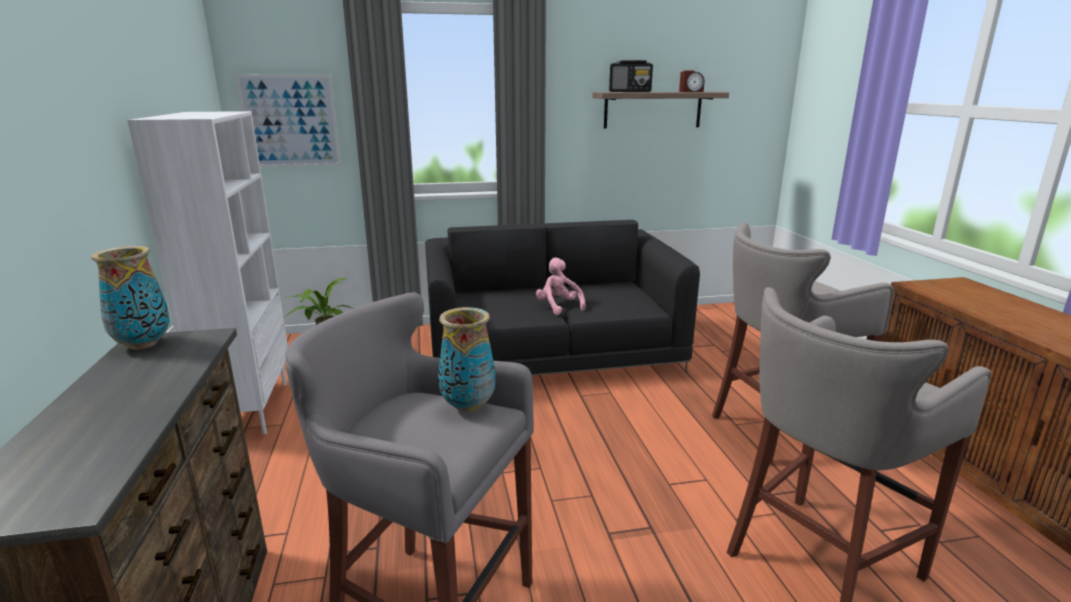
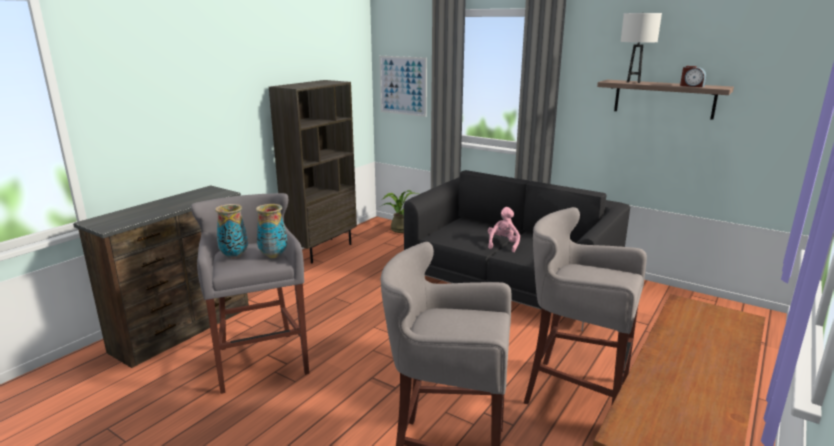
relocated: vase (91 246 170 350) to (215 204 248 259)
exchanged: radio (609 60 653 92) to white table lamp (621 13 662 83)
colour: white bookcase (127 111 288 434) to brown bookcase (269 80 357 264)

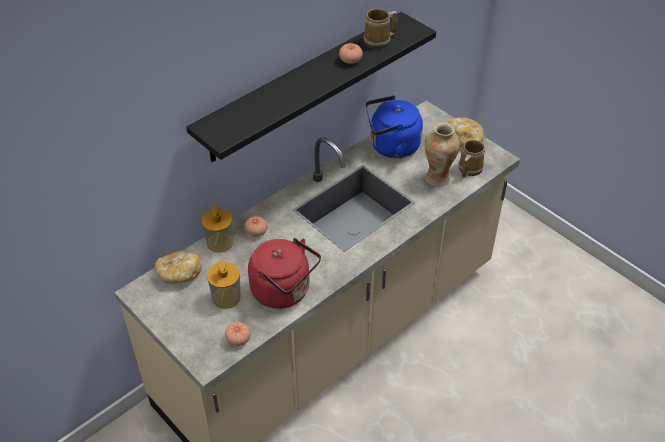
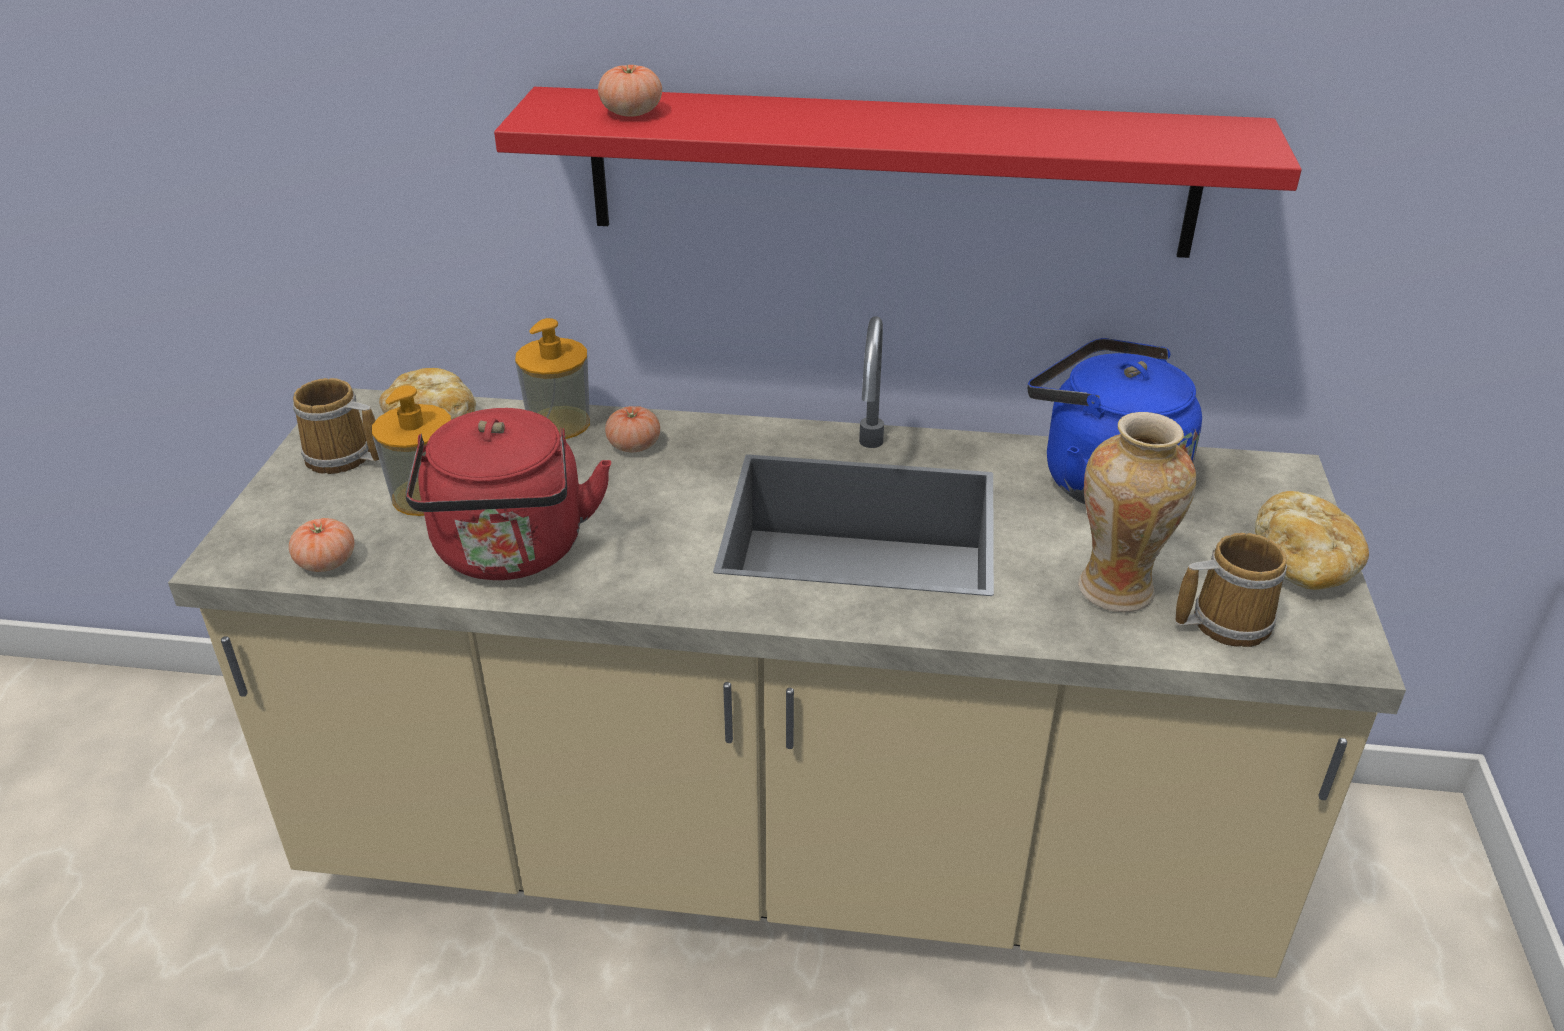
relocated: mug (364 8 397 49) to (293 378 380 474); tomato (339 43 363 64) to (598 65 662 117)
colour: black shelf (187 12 436 162) to red shelf (494 87 1302 258)

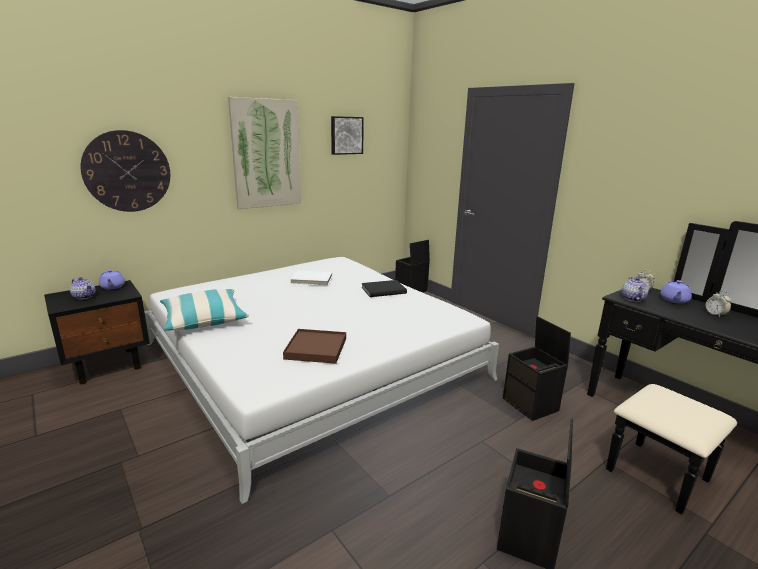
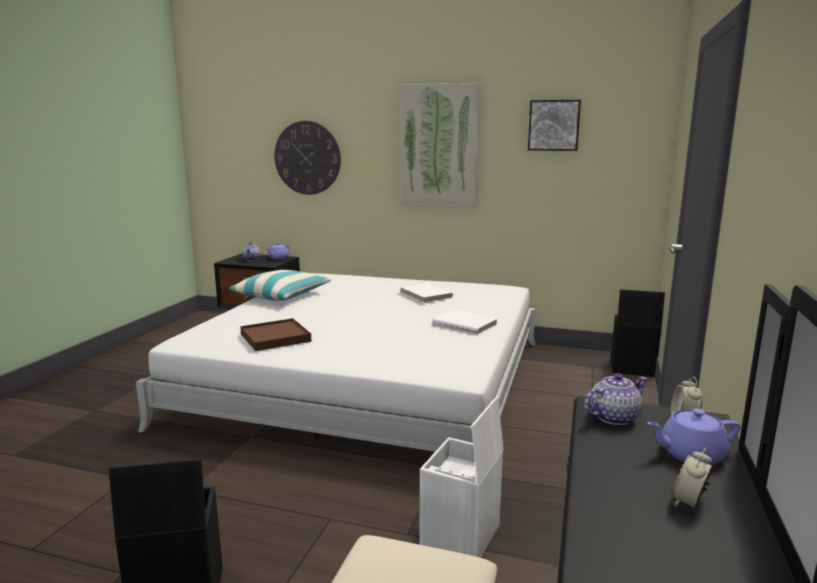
colour: black book (362 280 407 297) to white book (432 310 497 335); black storage box (503 316 571 421) to white storage box (419 396 503 558)

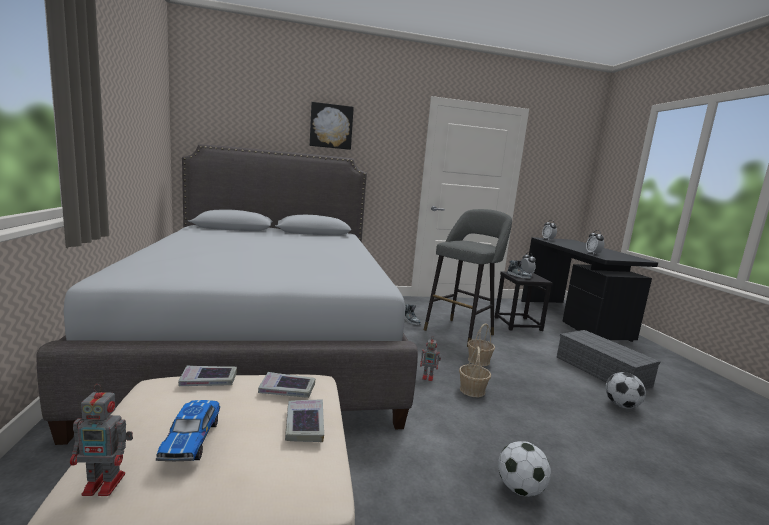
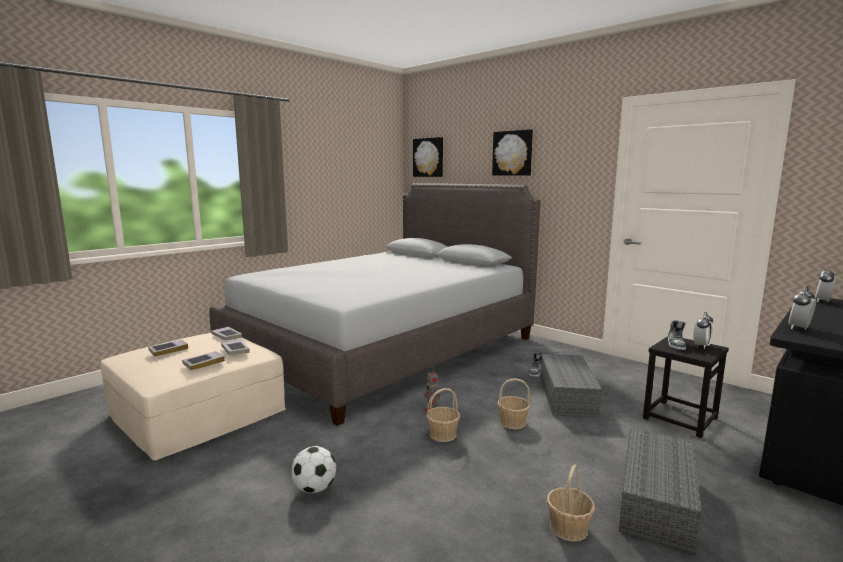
missing: toy robot (70 384 133 496)
appeared: picture (413 137 443 177)
exchanged: grey stool (424 209 512 347) to grey storage box (540 354 602 418); football (605 372 646 409) to basket (547 464 595 542); toy car (156 400 220 461) to book (148 339 188 357)

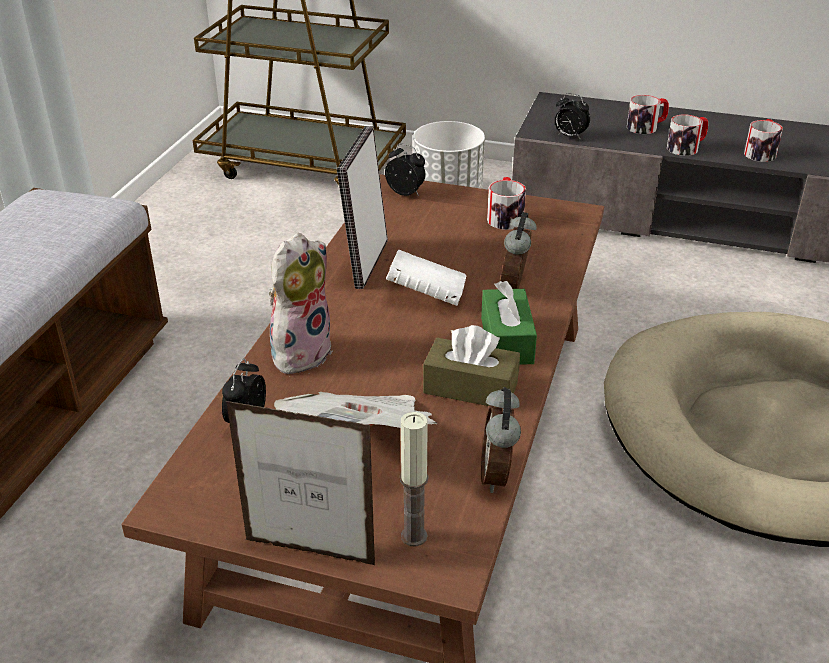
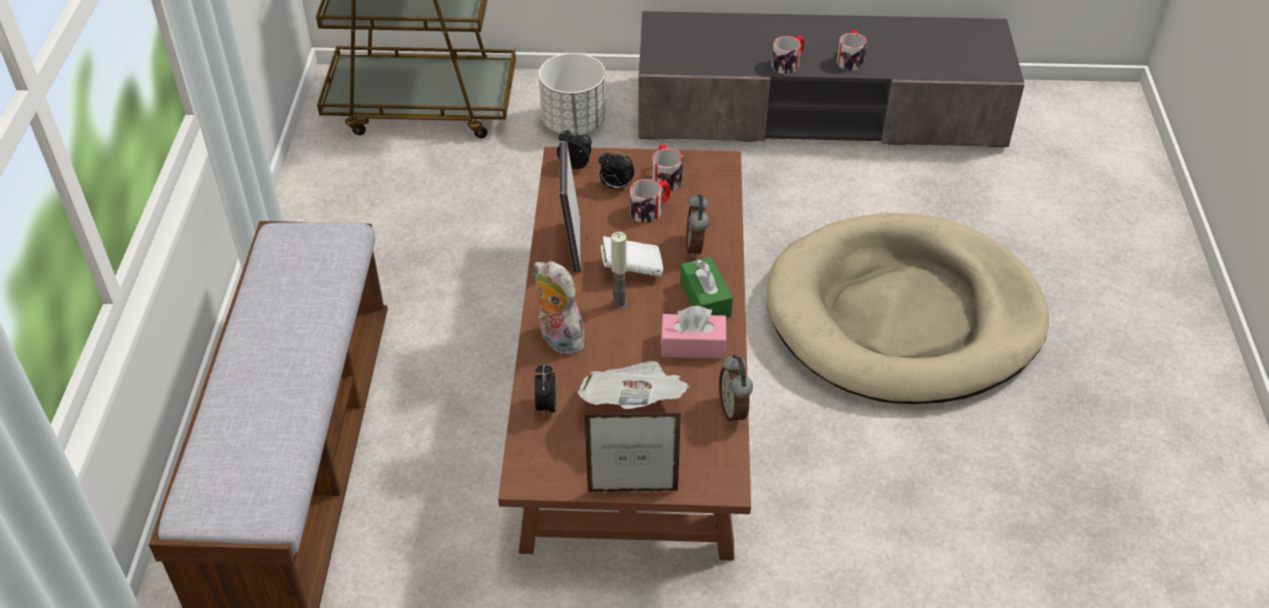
relocated: alarm clock (555 93 590 139) to (599 151 635 190); mug (627 95 669 134) to (630 179 670 223); candle (400 412 429 546) to (611 232 628 309)
colour: brown tissue box (423 325 520 406) to pink tissue box (661 306 727 359)
spun: plush toy (269 233 333 377) = (534 261 586 355) 60 degrees counterclockwise

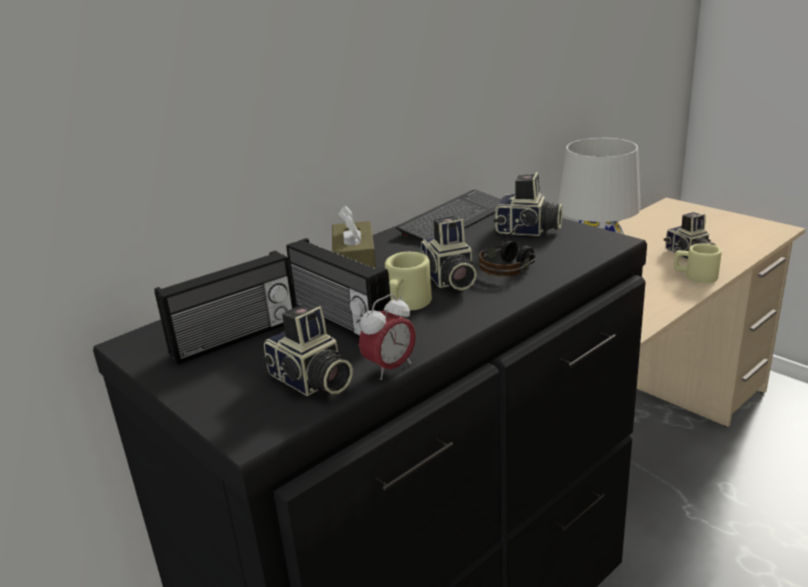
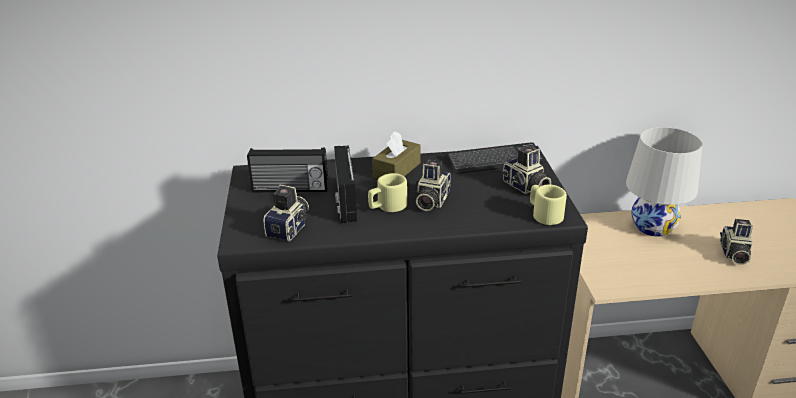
missing: headphones (479 224 535 277); alarm clock (359 294 416 380)
relocated: beige mug (674 243 722 283) to (530 185 567 225)
spun: photo camera (262 304 353 396) = (263 185 309 241) 150 degrees counterclockwise

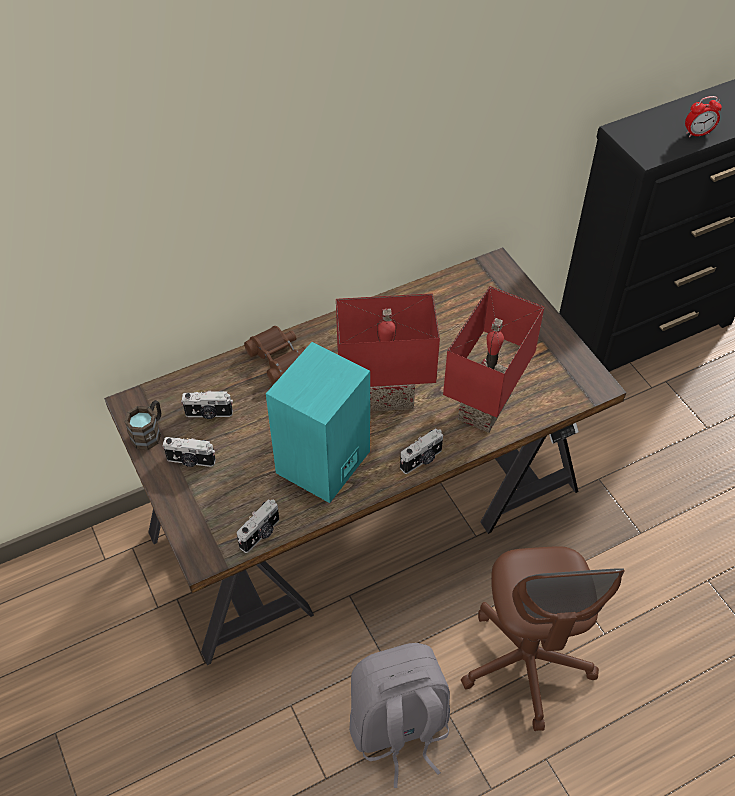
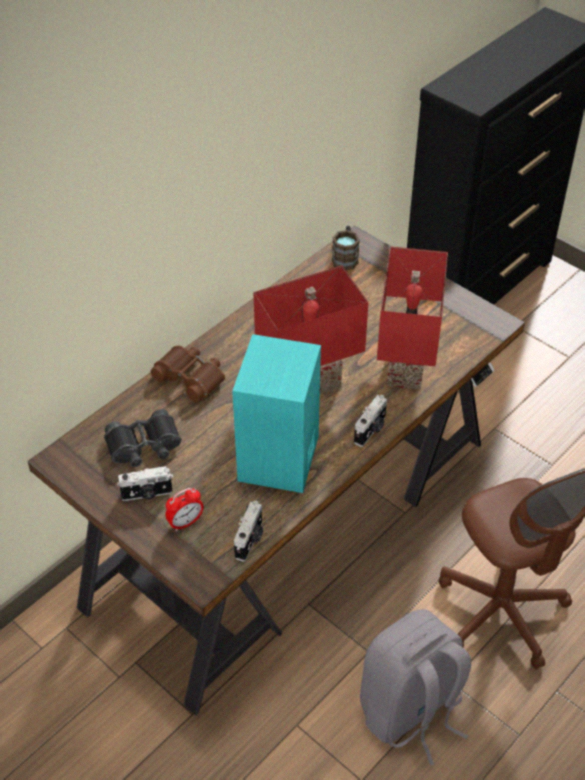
relocated: alarm clock (685 96 722 137) to (165 488 204 531); brown mug (124 400 161 450) to (332 226 360 270)
exchanged: photo camera (181 391 233 419) to black binoculars (104 409 182 467)

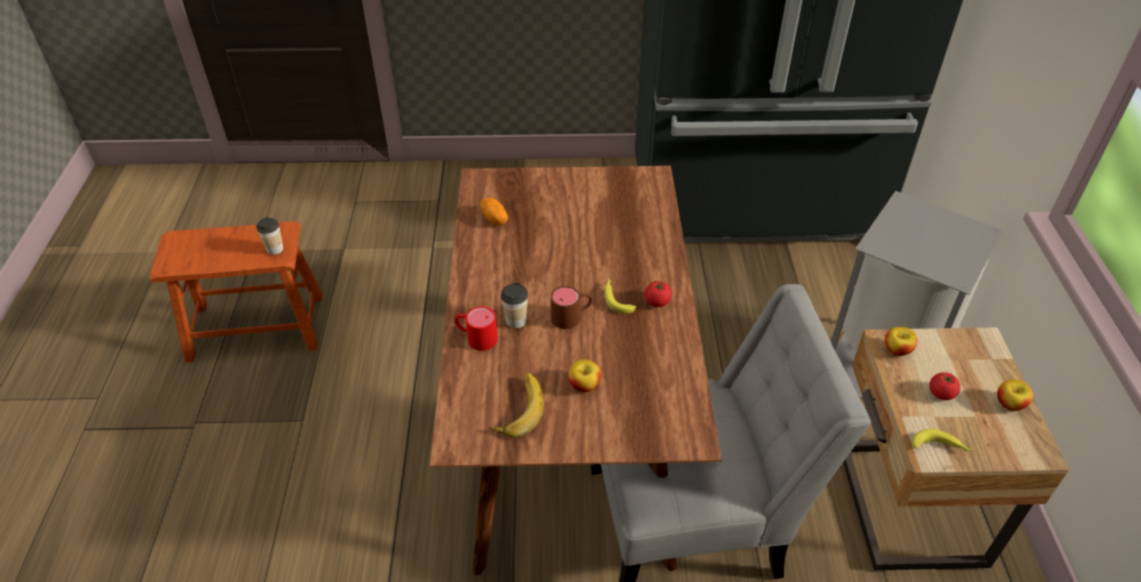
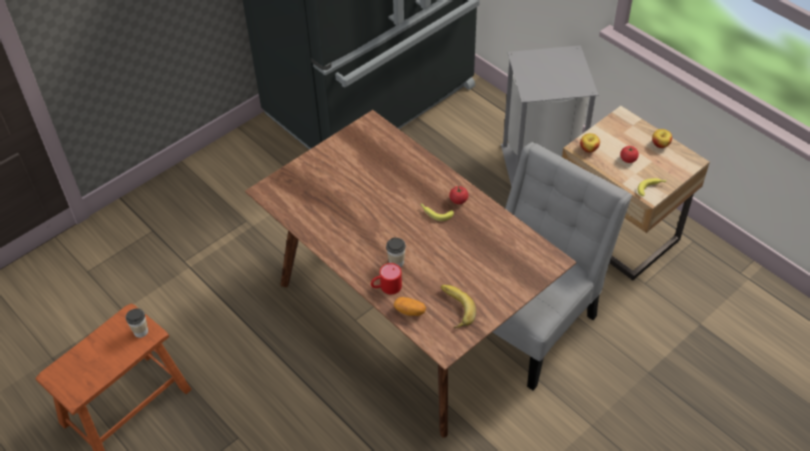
missing: brown mug (551 286 593 329); apple (568 359 601 392)
relocated: potato (480 198 508 225) to (394 297 426 316)

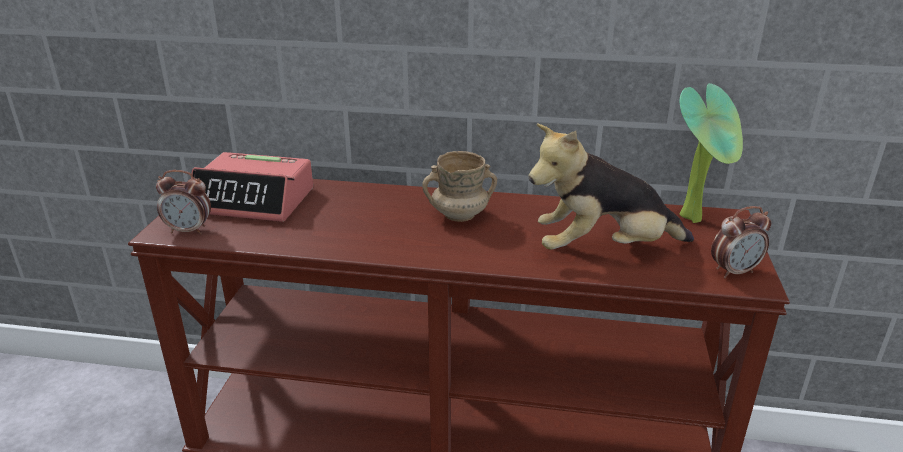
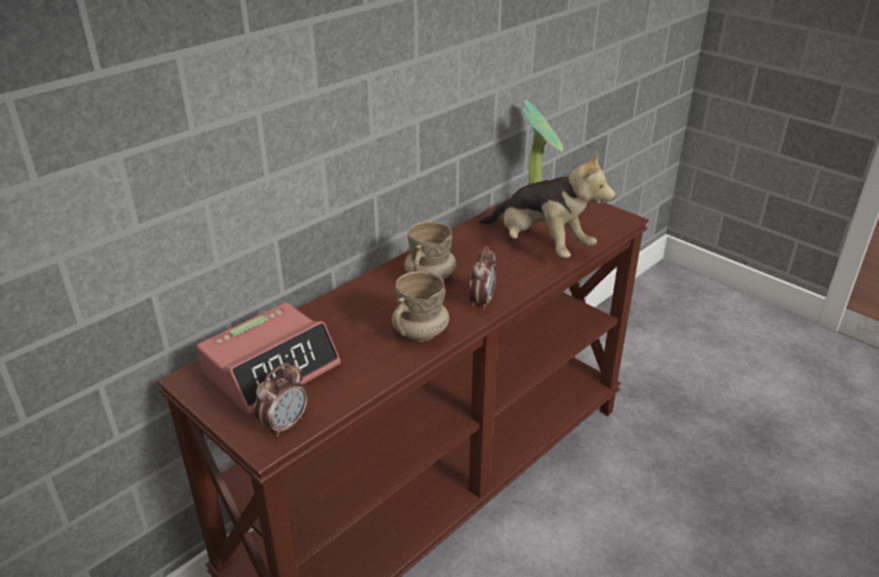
appeared: beige mug (392 271 449 342)
relocated: alarm clock (711 206 771 278) to (469 246 496 310)
spun: plush toy (529 123 694 250) = (478 150 615 258) 75 degrees counterclockwise

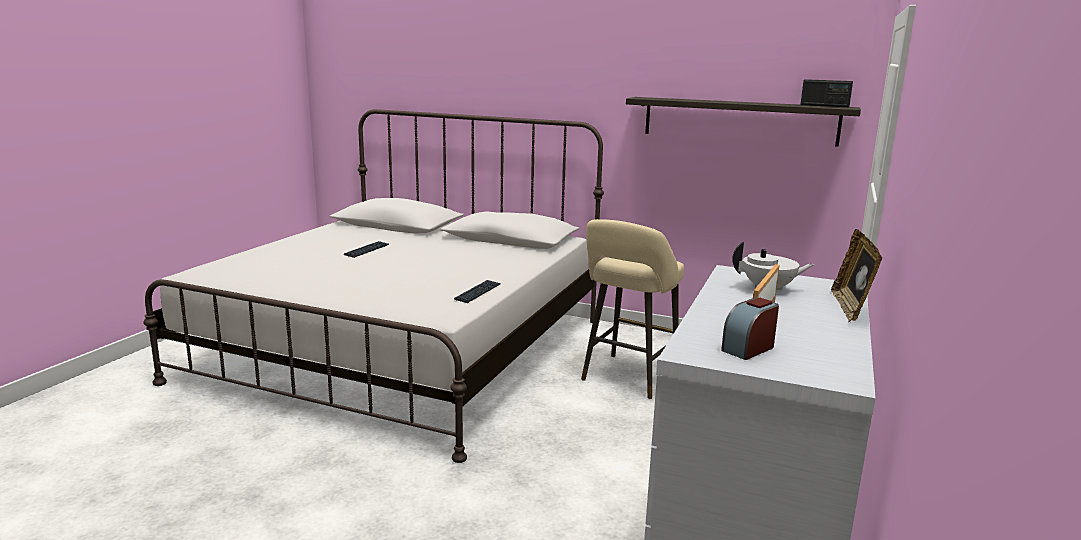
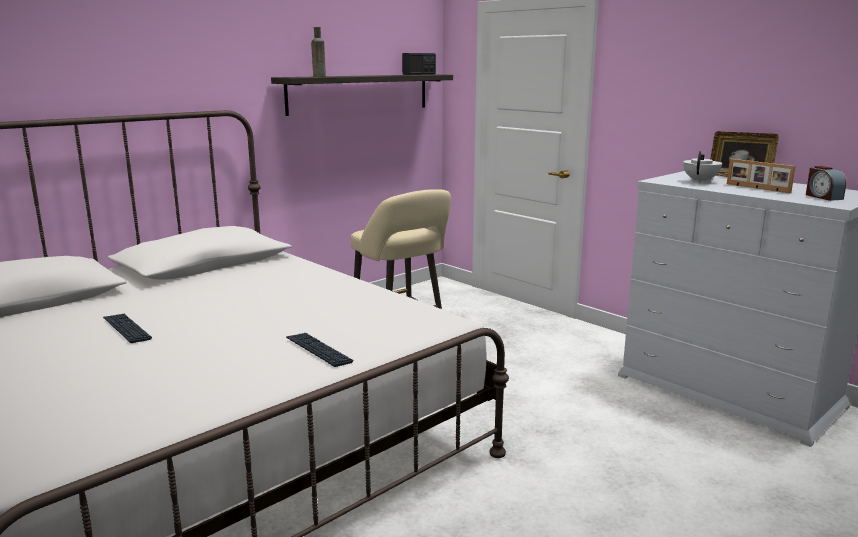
appeared: brown bottle (311 27 326 77)
relocated: keyboard (454 280 501 303) to (286 333 354 367)

